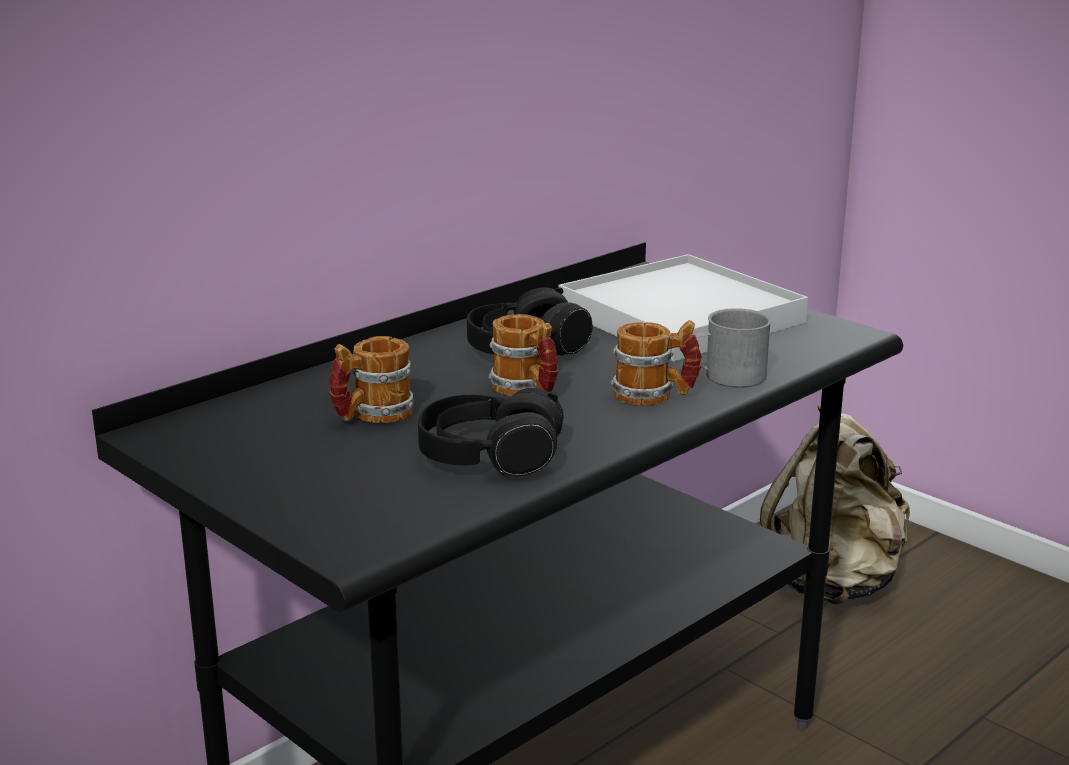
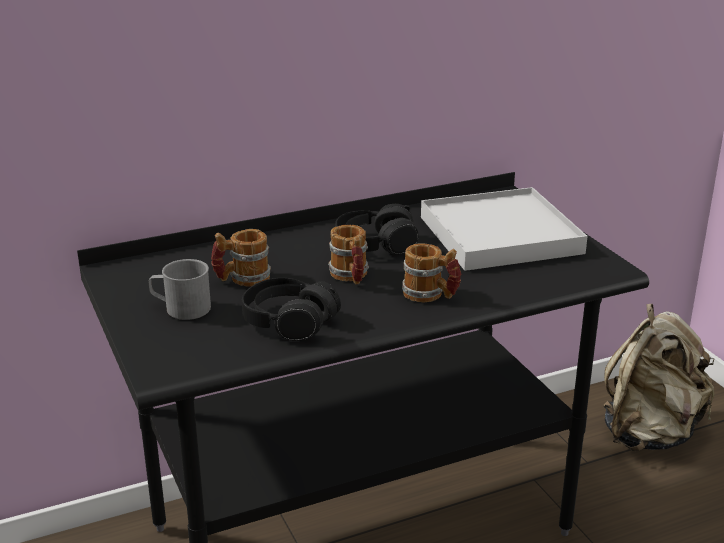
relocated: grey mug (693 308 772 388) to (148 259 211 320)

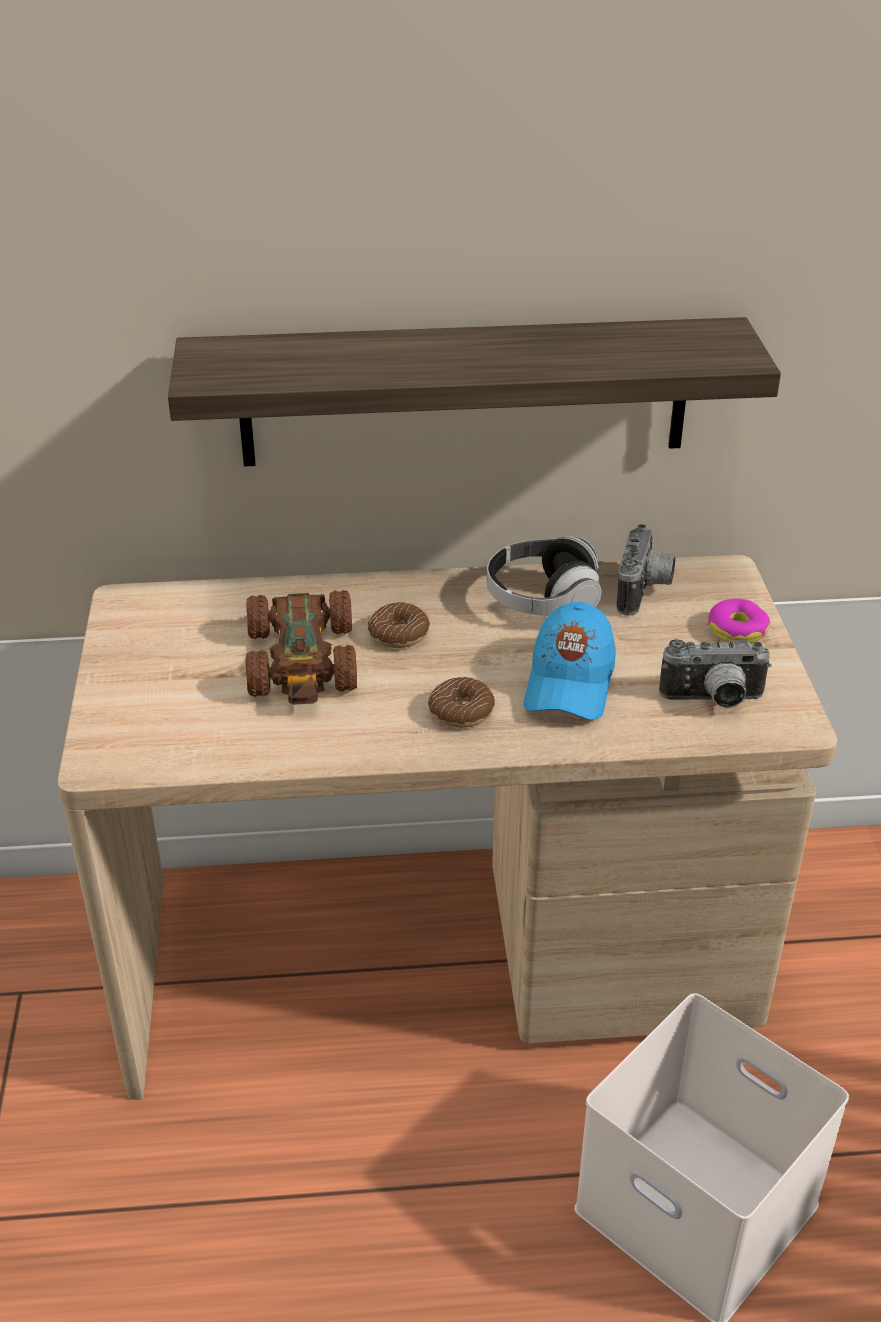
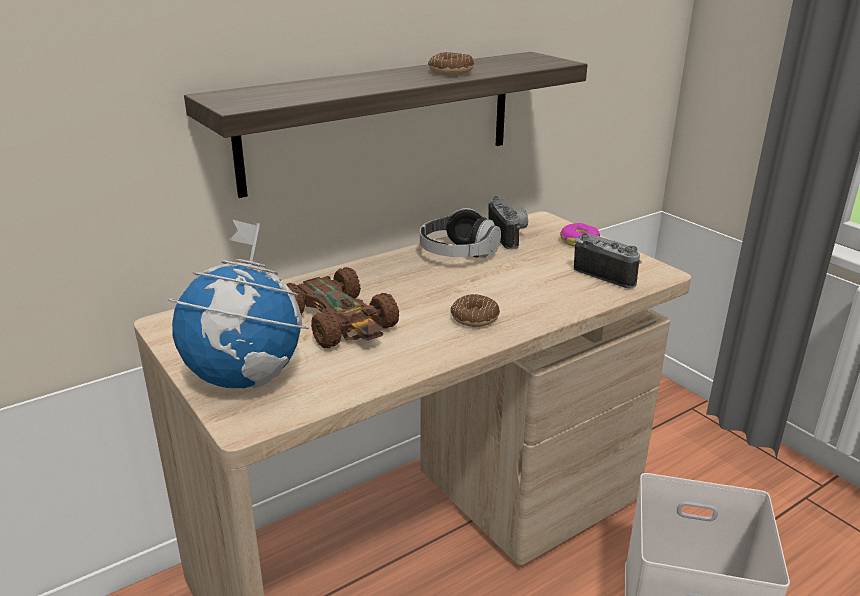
missing: blue cap (523 602 616 720)
appeared: globe (168 220 309 388)
relocated: donut (368 602 430 648) to (428 52 474 75)
spun: photo camera (659 639 771 709) = (574 233 642 288) 105 degrees counterclockwise

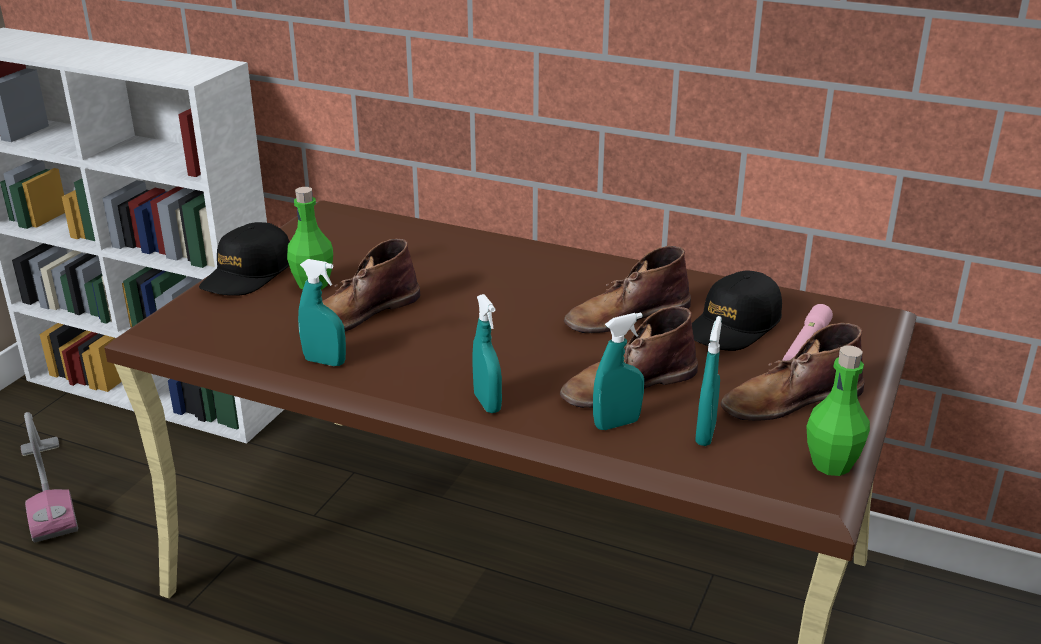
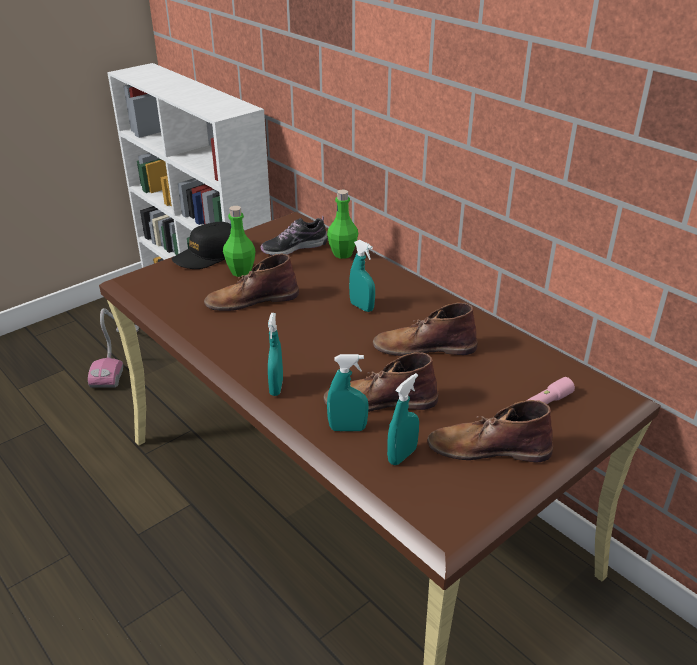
missing: black cap (692 270 782 351)
appeared: shoe (261 216 328 255)
relocated: turquoise spray bottle (298 259 346 366) to (349 240 375 312); green bottle (806 345 870 476) to (327 190 358 259)

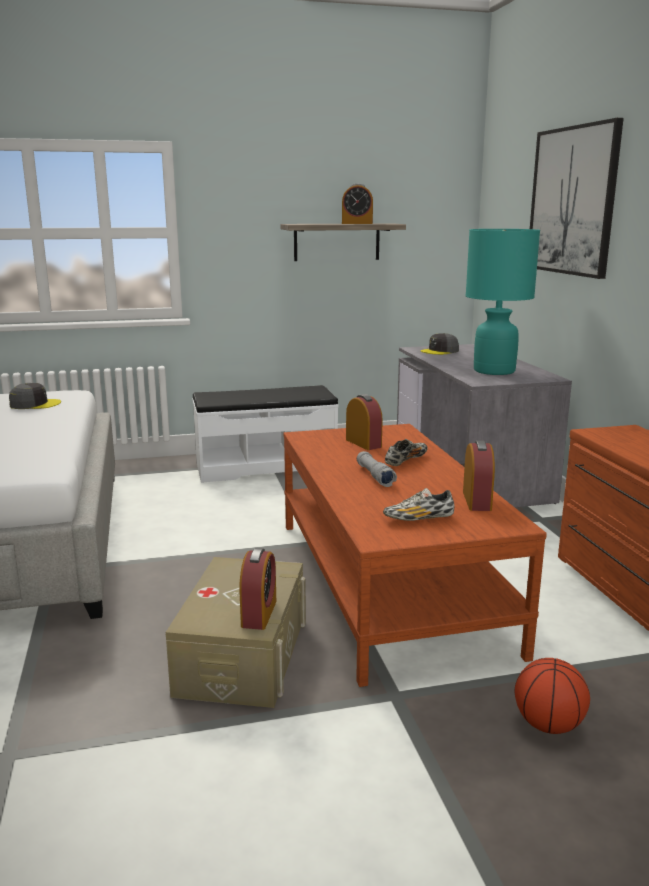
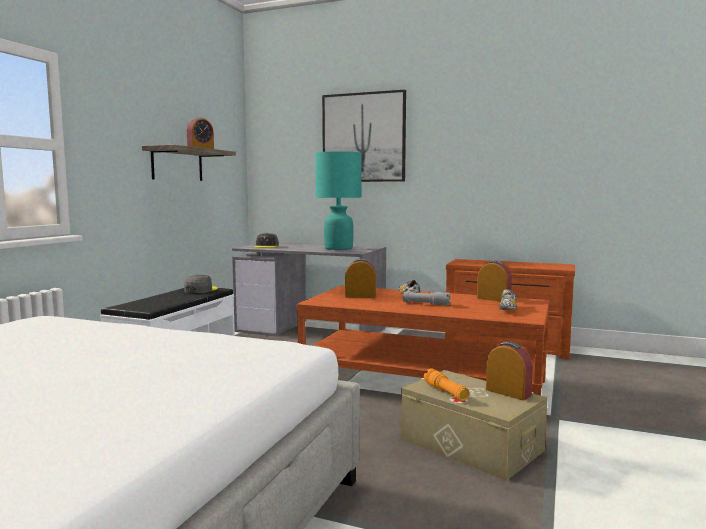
missing: basketball (515 658 590 734)
appeared: orange flashlight (424 368 470 401)
relocated: grey cap (9 383 61 409) to (184 275 218 293)

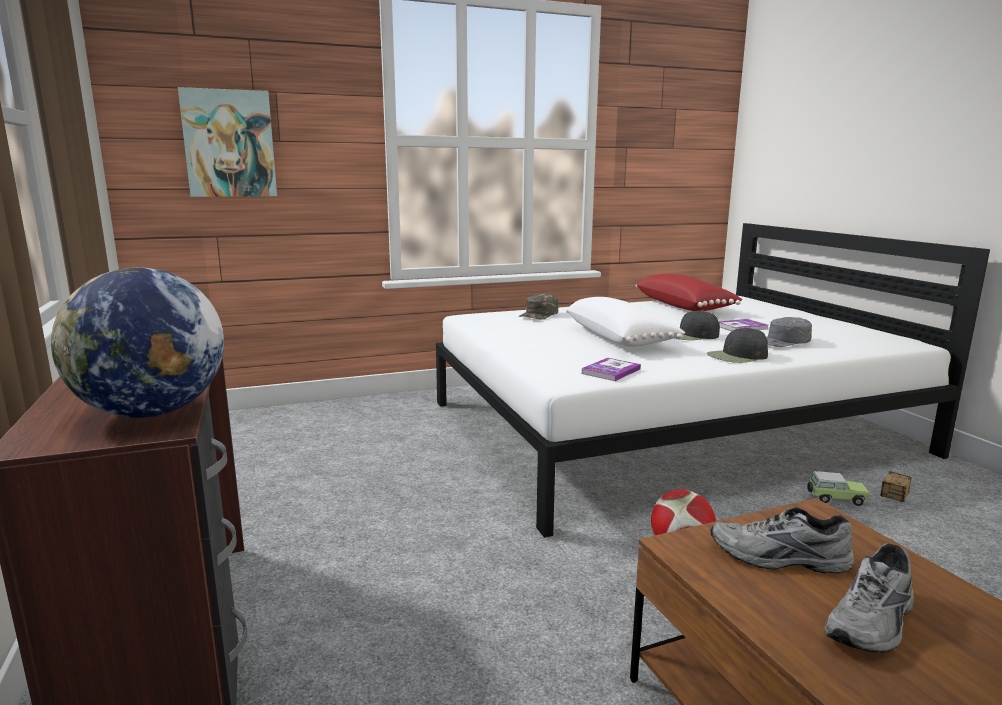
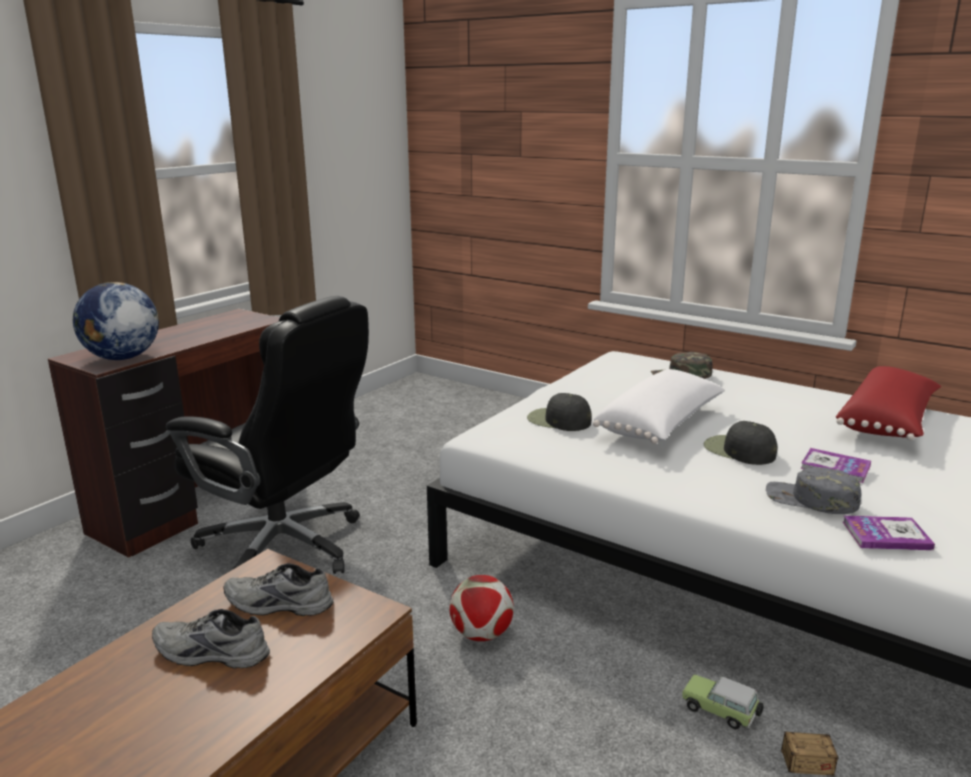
missing: picture (178 87 277 197)
appeared: black office chair (166 296 369 574)
relocated: black cap (707 327 768 363) to (527 393 592 431); book (581 358 641 381) to (843 516 935 550)
spun: toy car (807 471 870 506) = (682 674 763 729) 150 degrees clockwise; grey shoe (710 507 855 574) = (223 563 333 616) 60 degrees counterclockwise

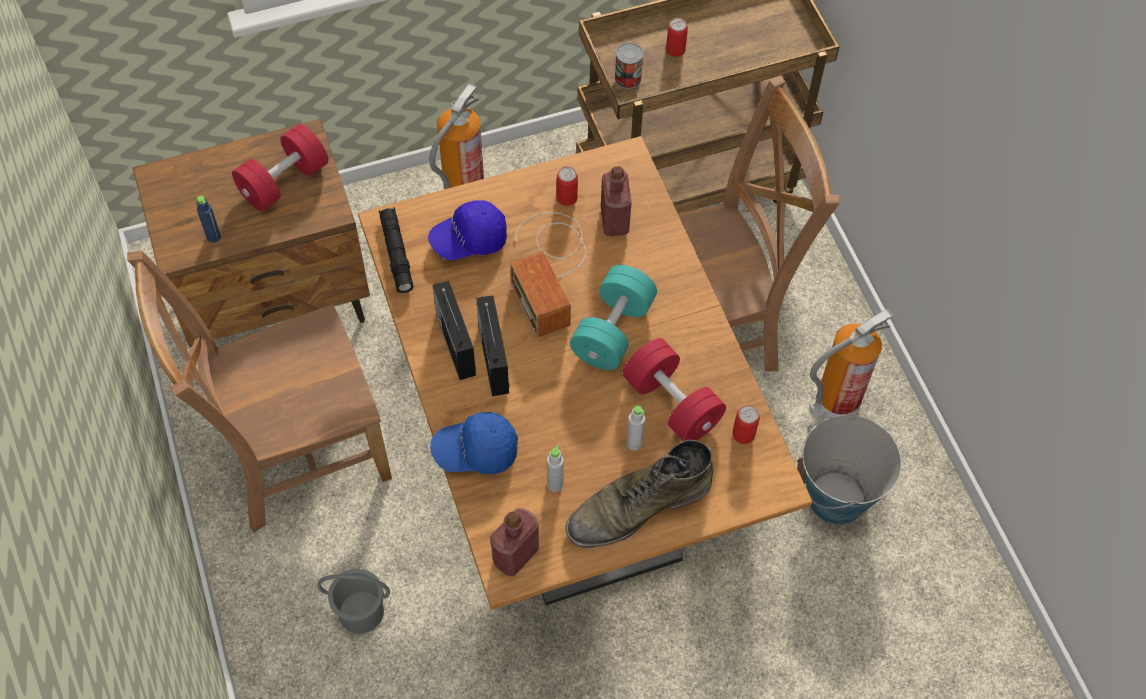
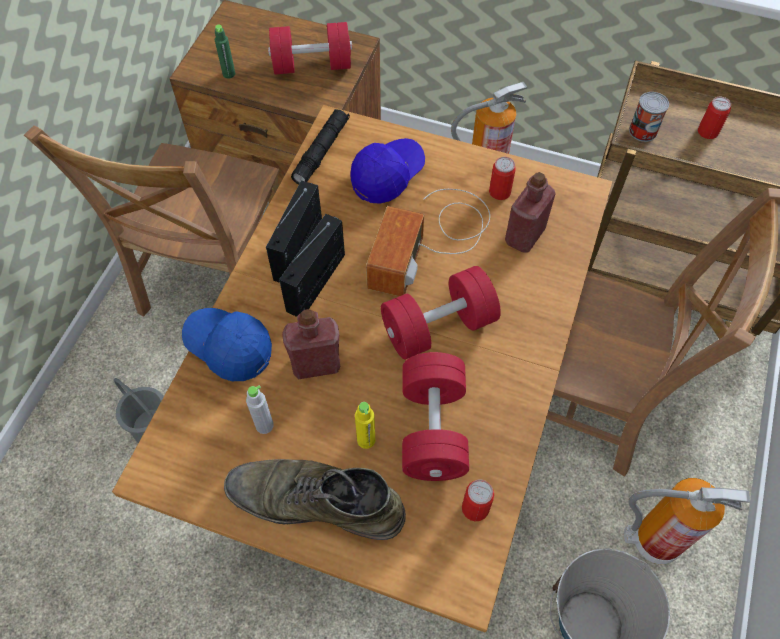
relocated: red bottle (490 508 539 576) to (282 309 340 380)
colour: blue bottle (197 196 221 243) to green bottle (215 25 235 78); turquoise dumbbell (570 265 657 370) to red dumbbell (381 266 501 360); grey bottle (626 406 645 450) to yellow bottle (355 402 375 449)
spun: blue cap (428 200 507 260) = (350 138 425 204) 120 degrees clockwise; brown chair (127 251 392 533) = (24 126 280 317) 90 degrees counterclockwise

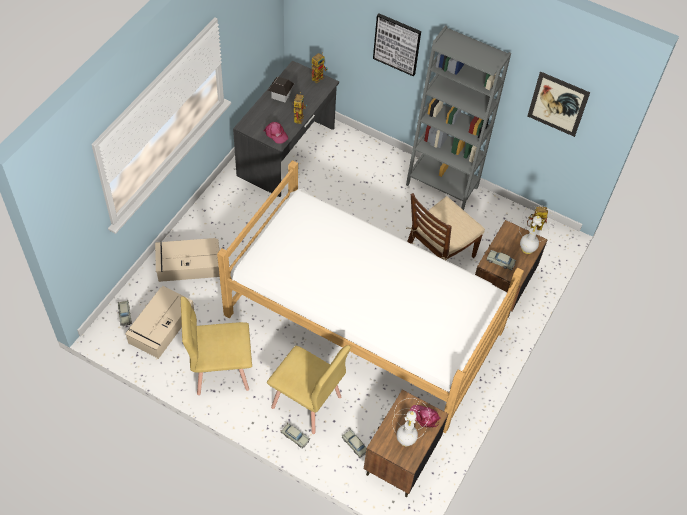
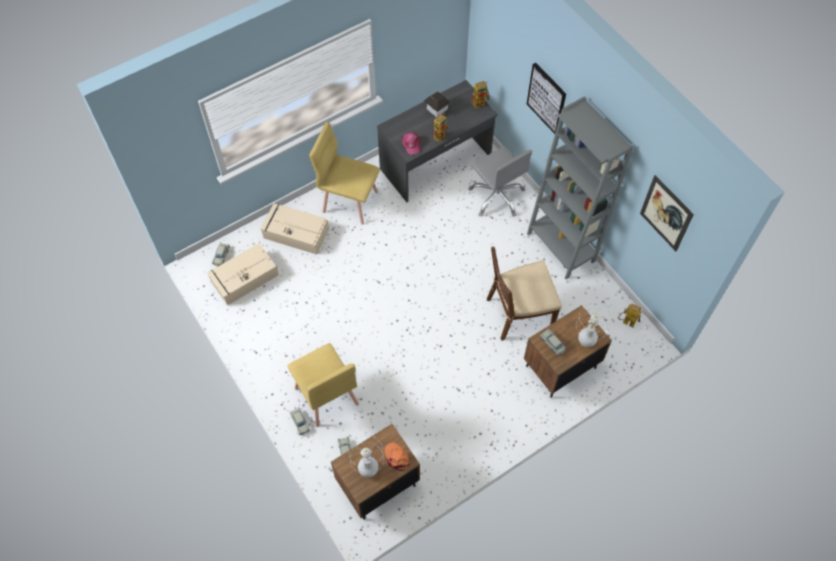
missing: bed (217 160 524 433)
appeared: grey office chair (468 146 533 217)
relocated: yellow chair (181 296 252 395) to (309 122 380 225)
colour: pink cap (409 405 440 427) to orange cap (384 442 410 471)

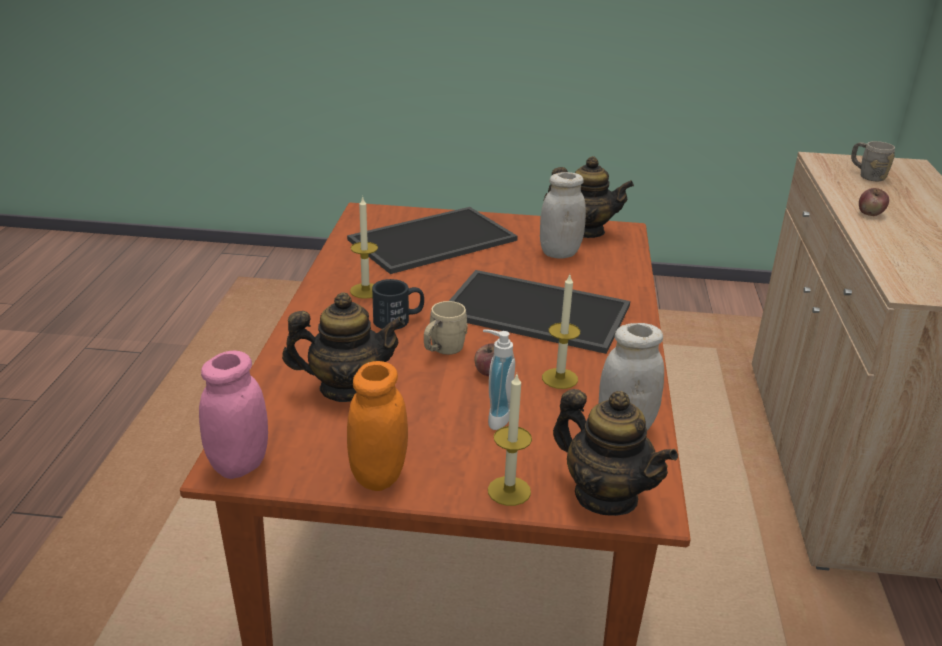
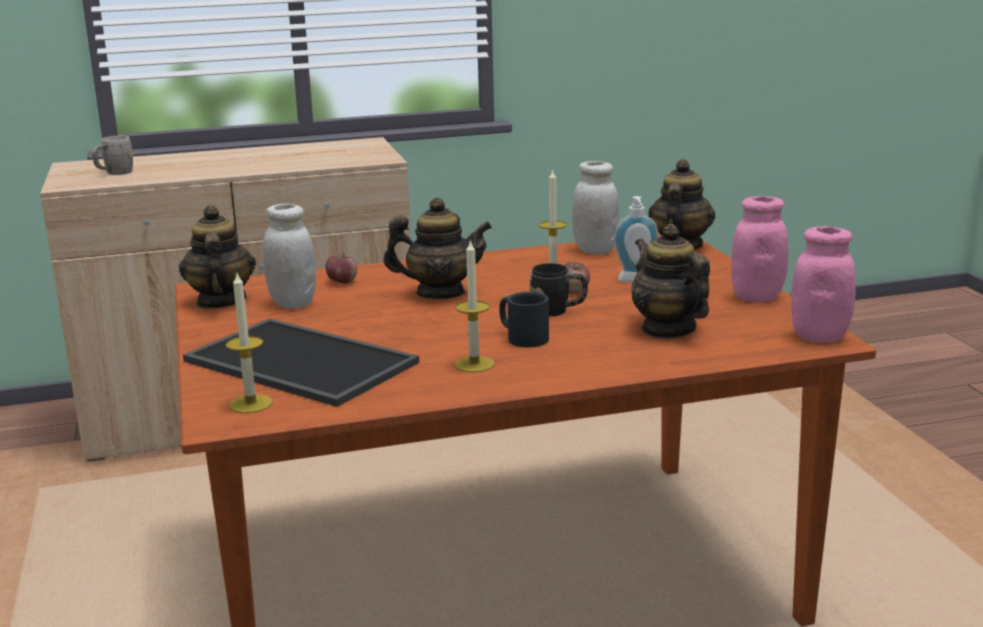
relocated: apple (859 188 889 216) to (326 253 357 284); candle (488 374 532 506) to (225 271 273 413)
exchanged: tray (449 270 630 354) to teapot (384 197 492 299)
colour: beige mug (424 301 468 355) to black mug (530 263 588 316); orange jar (347 361 408 491) to pink jar (731 196 788 302)

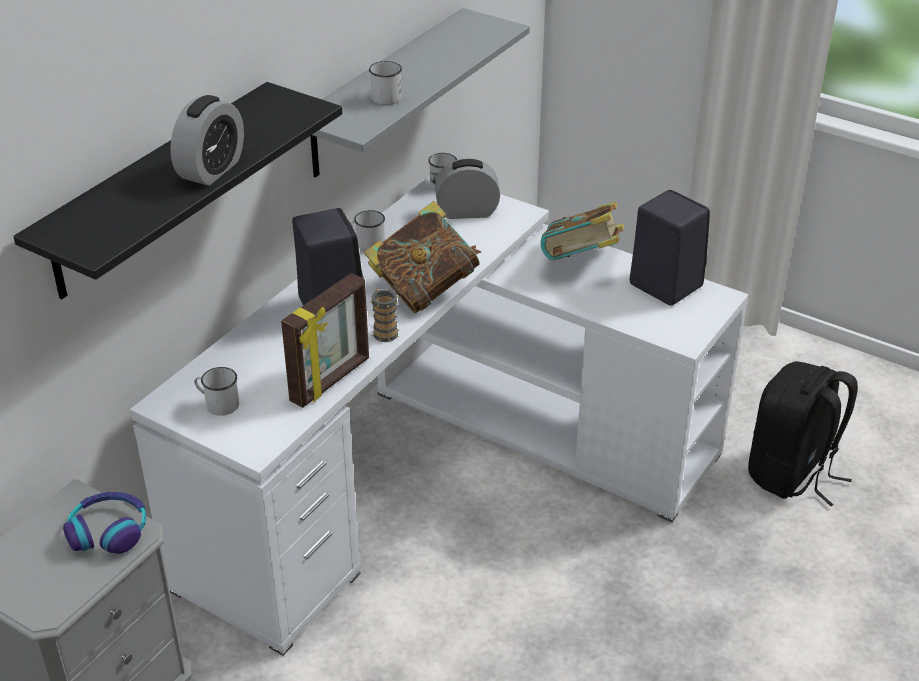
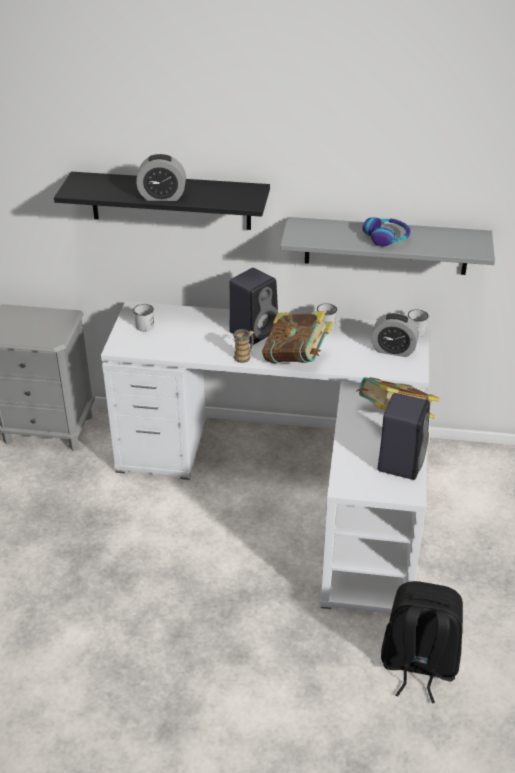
missing: white mug (369 61 402 105); picture frame (281 273 369 408)
relocated: headphones (63 492 146 554) to (362 217 410 247)
spun: alarm clock (435 158 500 219) = (371 313 419 357) 135 degrees clockwise

